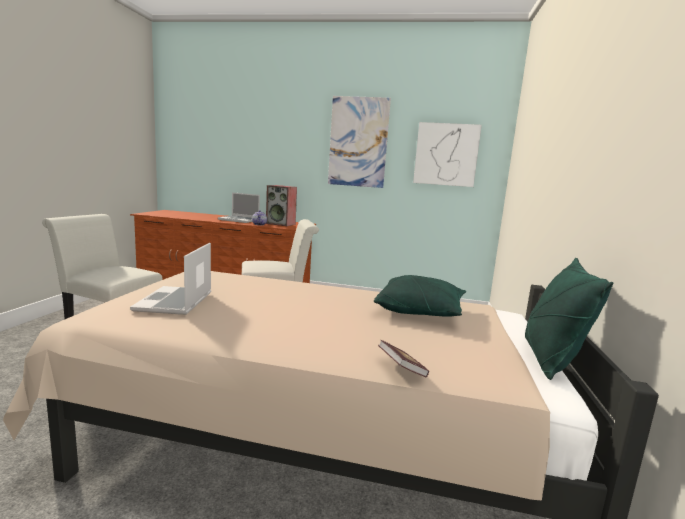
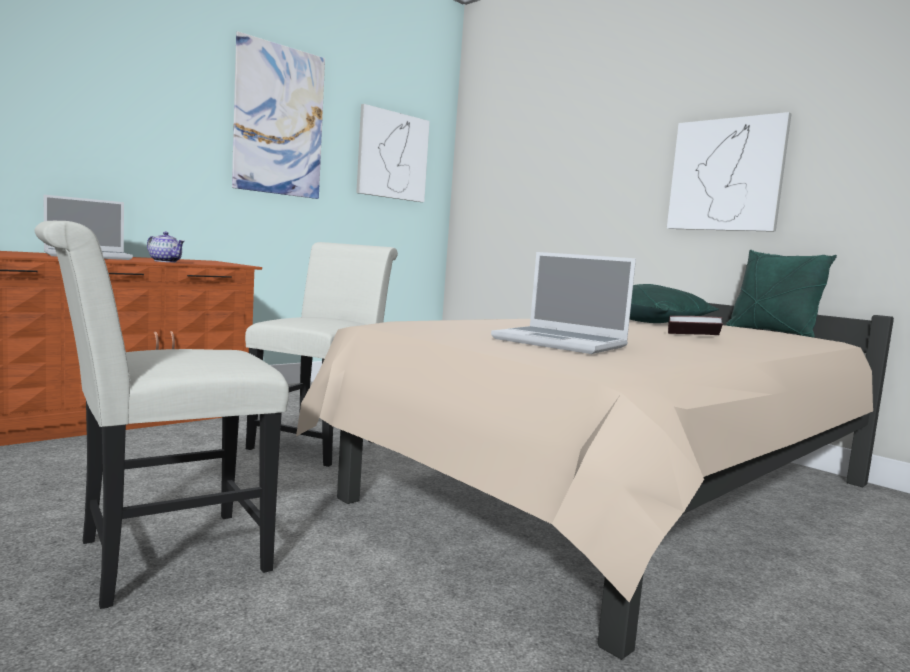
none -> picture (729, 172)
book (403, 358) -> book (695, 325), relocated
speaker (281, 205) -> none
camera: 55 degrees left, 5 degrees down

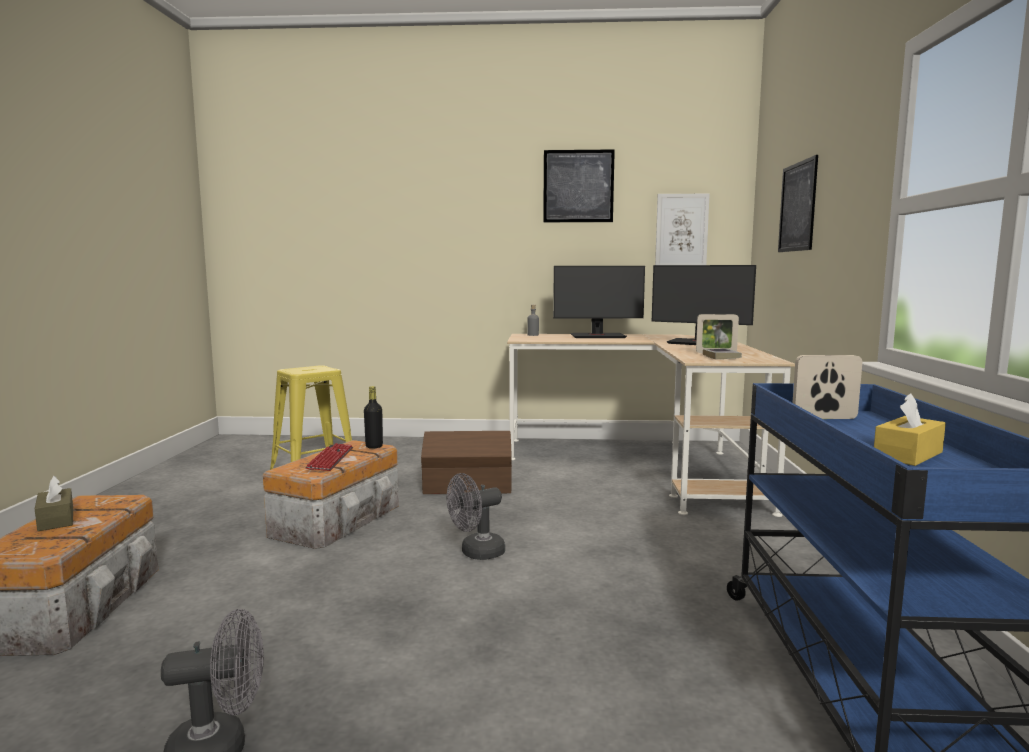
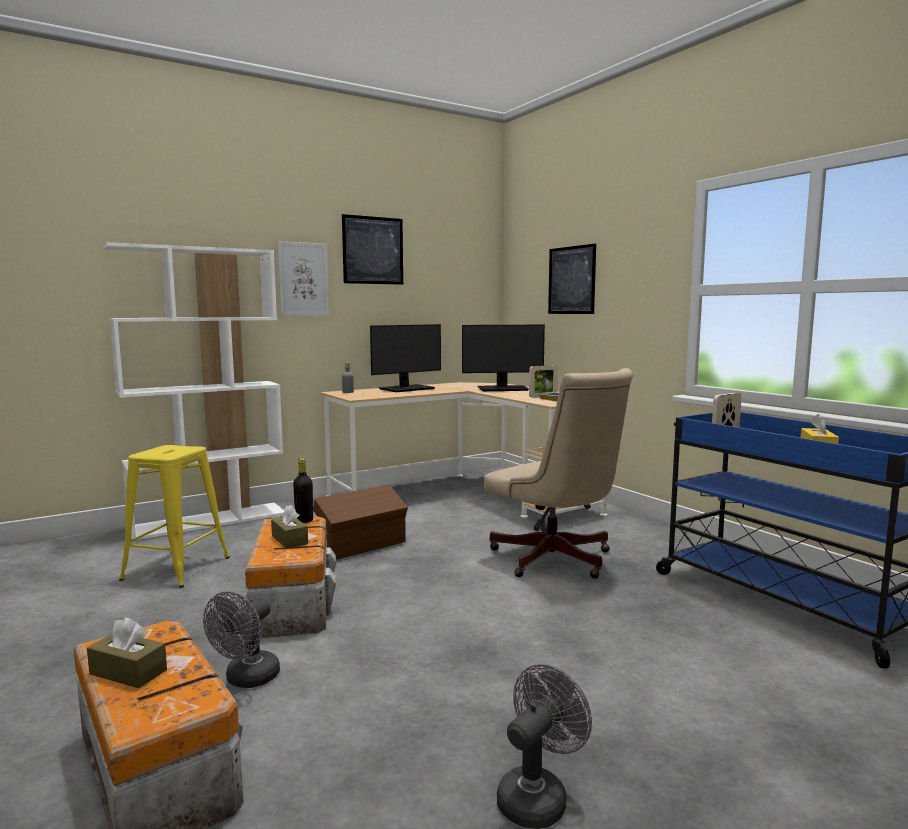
none -> bookcase (white) (193, 391)
fan (grey) (476, 516) -> fan (grey) (241, 639), relocated
keyboard (329, 457) -> tissue box (brown) (289, 527)
picture (682, 229) -> picture (303, 278), relocated
none -> office chair (beige) (558, 473)
camera: 35 degrees left, 0 degrees up

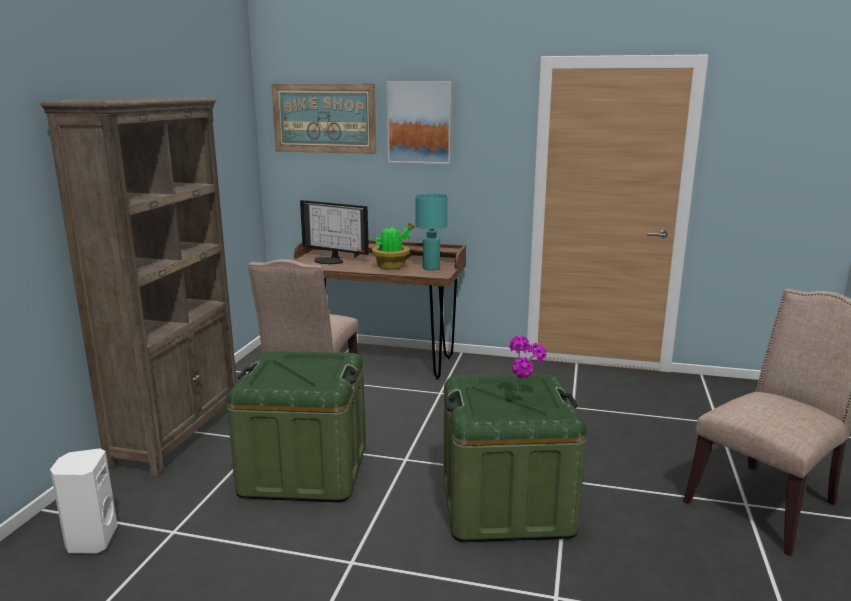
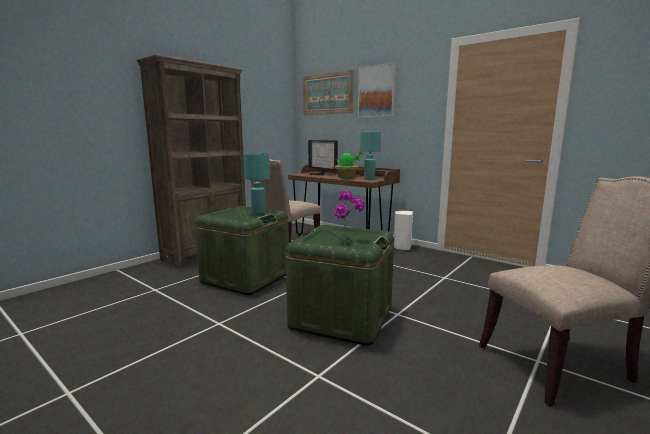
none -> table lamp (turquoise) (256, 183)
speaker (white) (84, 501) -> speaker (white) (403, 230), relocated
camera: 25 degrees right, 5 degrees down

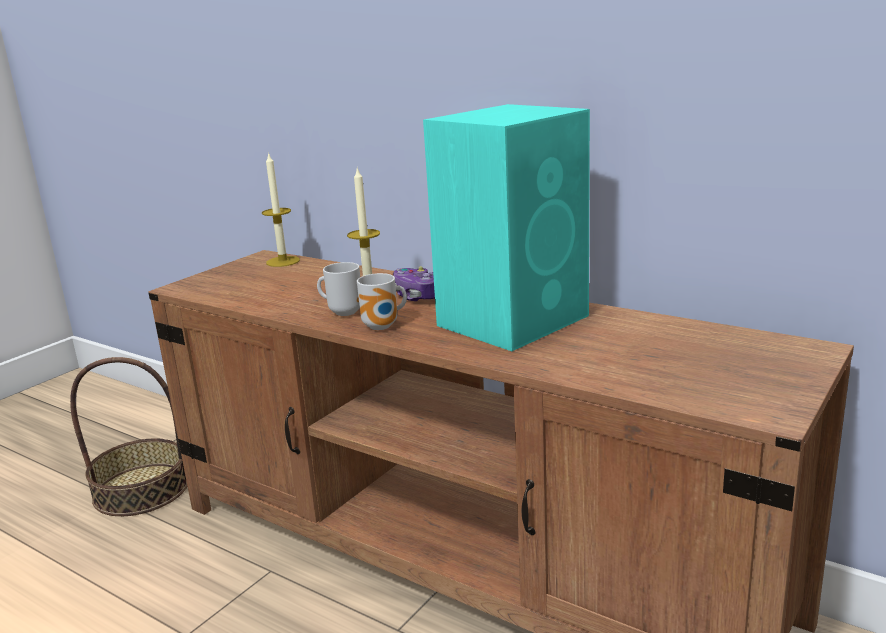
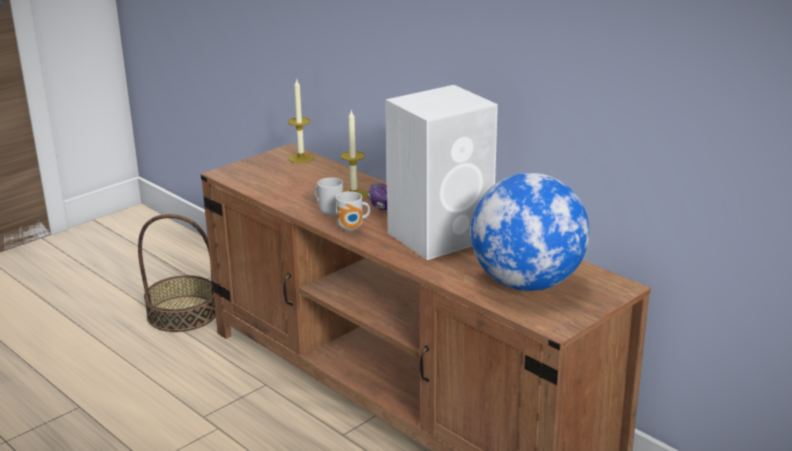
speaker (turquoise) (506, 227) -> speaker (white) (441, 172)
none -> globe (530, 232)
camera: 10 degrees right, 5 degrees up

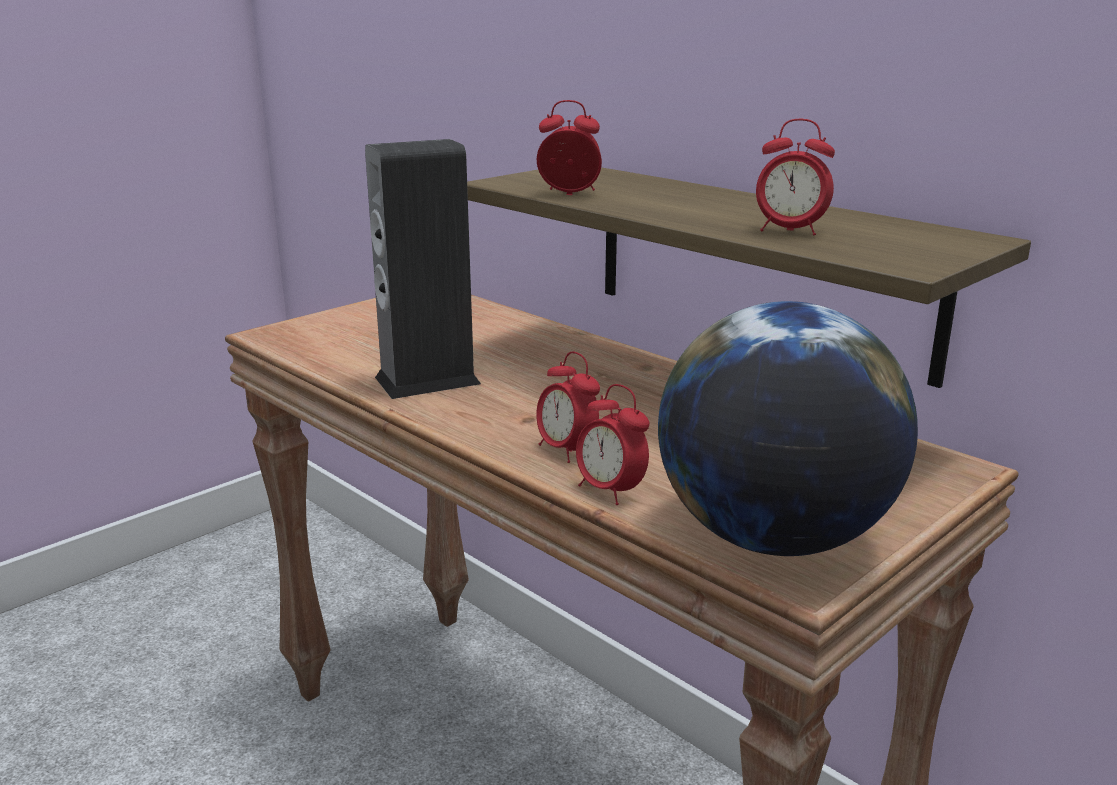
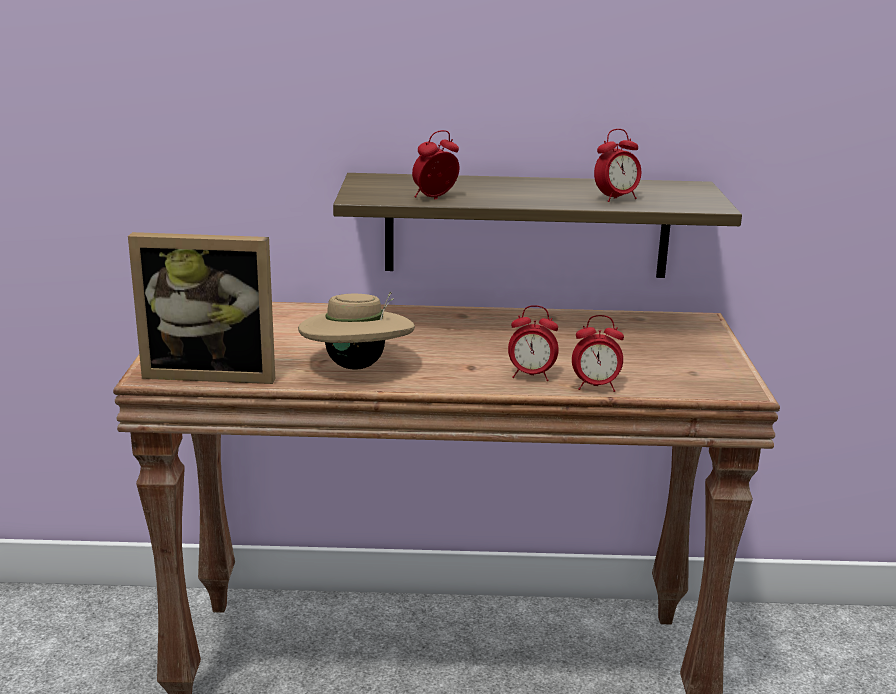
none -> picture frame (201, 308)
speaker (423, 269) -> hat (beige) (356, 331)
globe (788, 428) -> none
camera: 45 degrees left, 0 degrees up

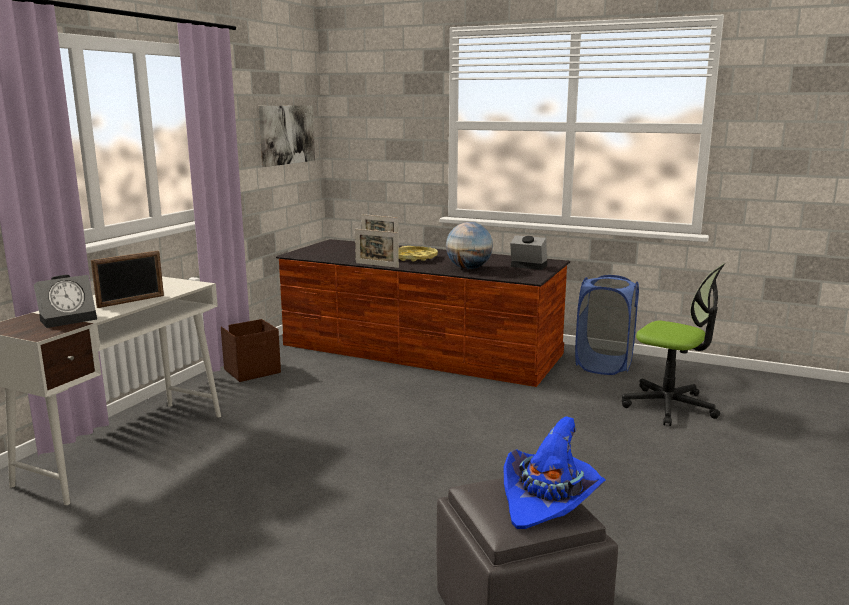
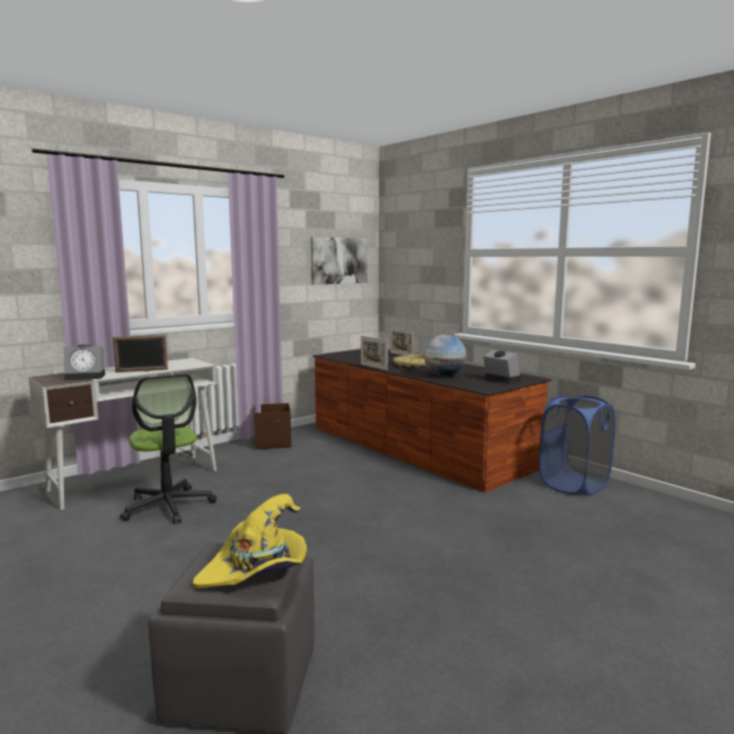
office chair (673, 344) -> office chair (168, 448), relocated
hat (blue) (554, 472) -> hat (yellow) (250, 541)
camera: 25 degrees right, 5 degrees down

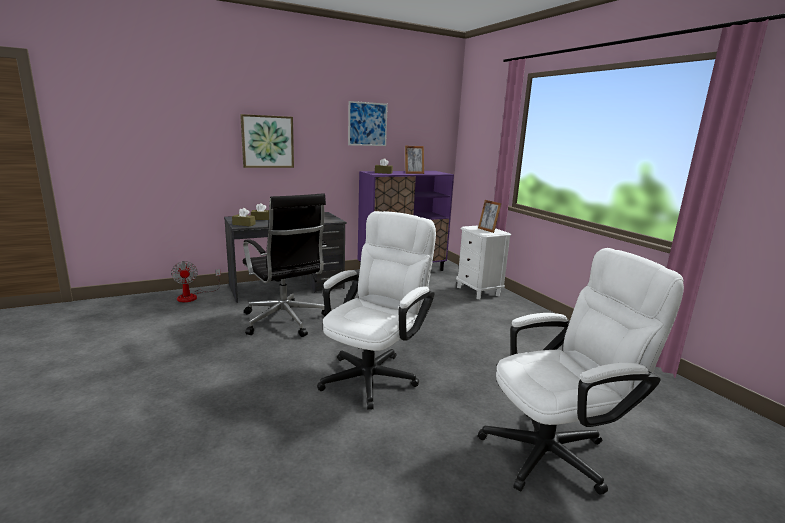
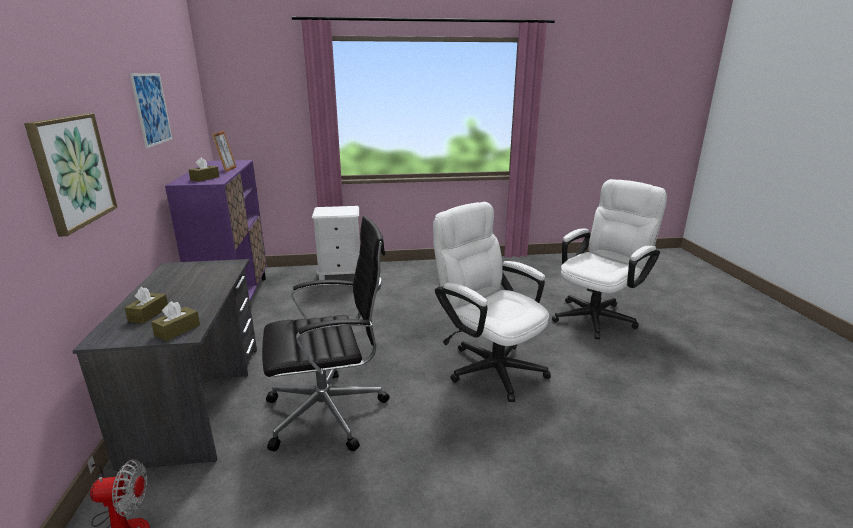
office chair (white) (581, 371) -> office chair (white) (609, 259), 45 degrees clockwise
picture frame (490, 216) -> none
camera: 70 degrees left, 5 degrees up

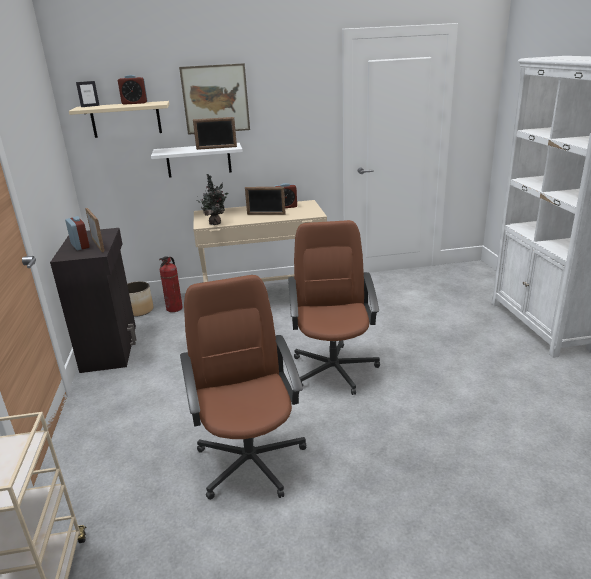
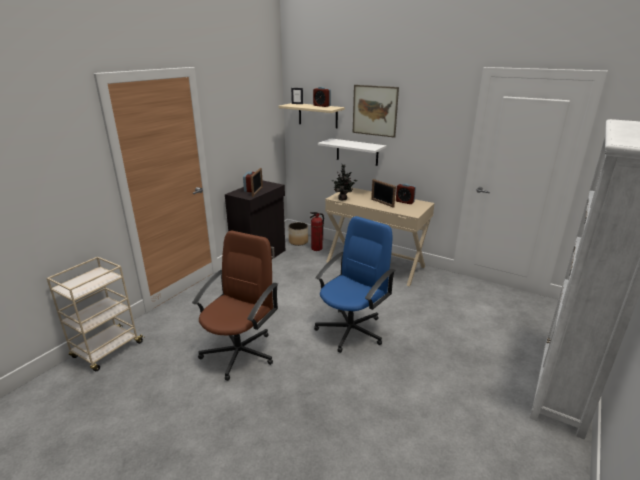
office chair (brown) (334, 307) -> office chair (blue) (354, 284)
picture frame (215, 133) -> none
camera: 40 degrees right, 0 degrees up

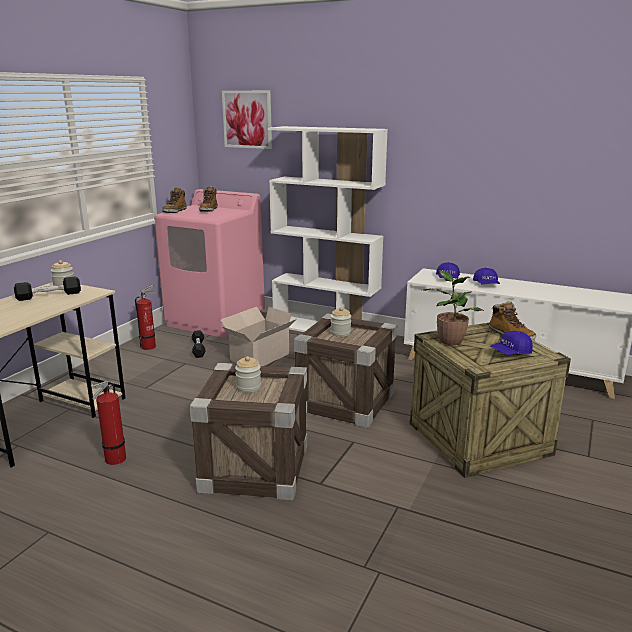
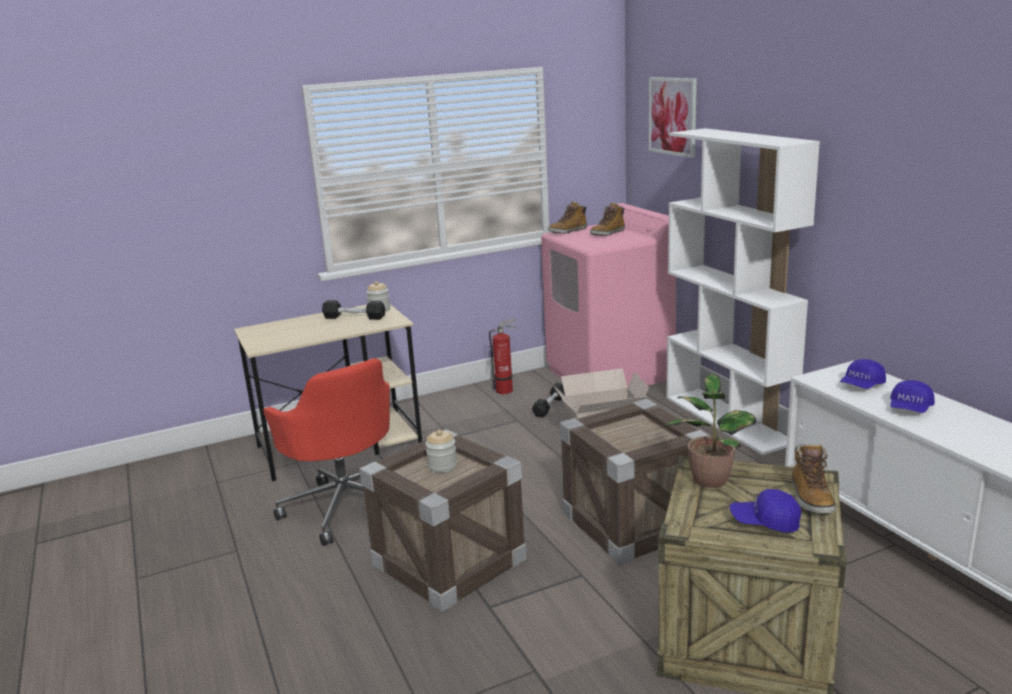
fire extinguisher (109, 423) -> office chair (red) (326, 452)
jar (341, 322) -> none
camera: 40 degrees right, 0 degrees up

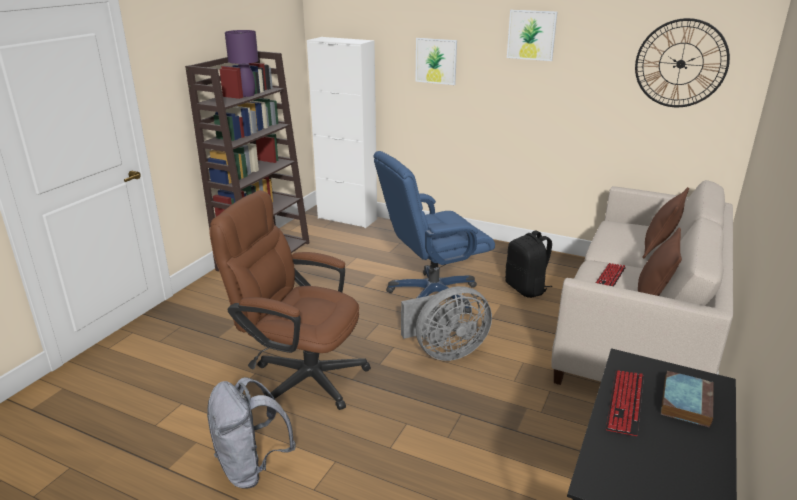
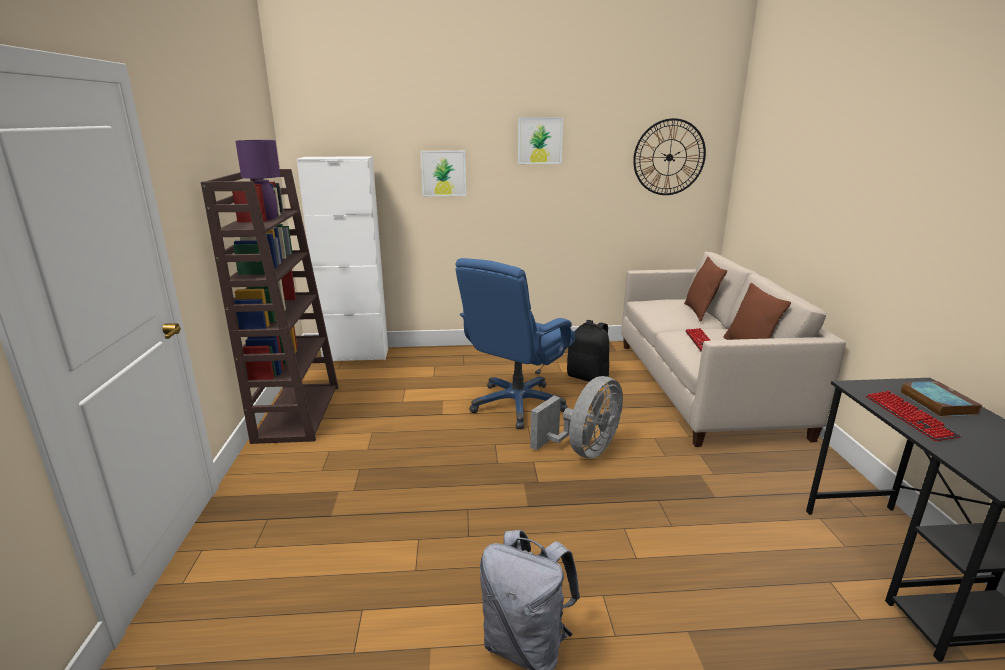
office chair (brown) (290, 300) -> none
camera: 30 degrees left, 5 degrees down

